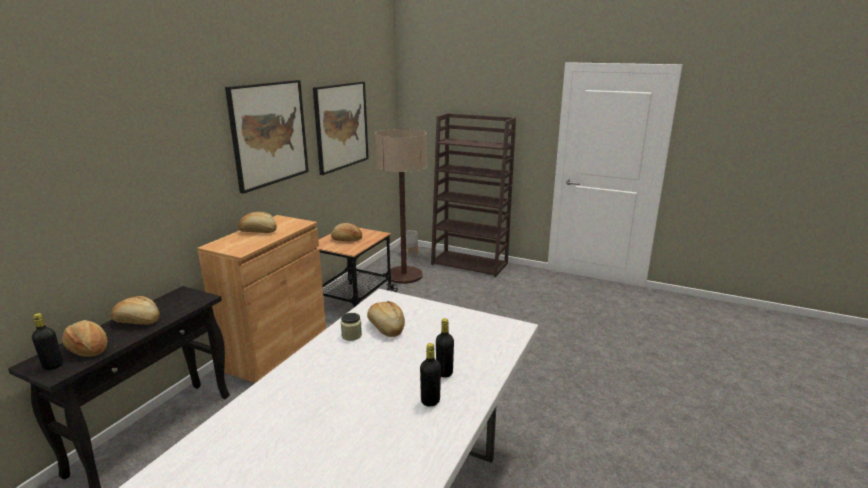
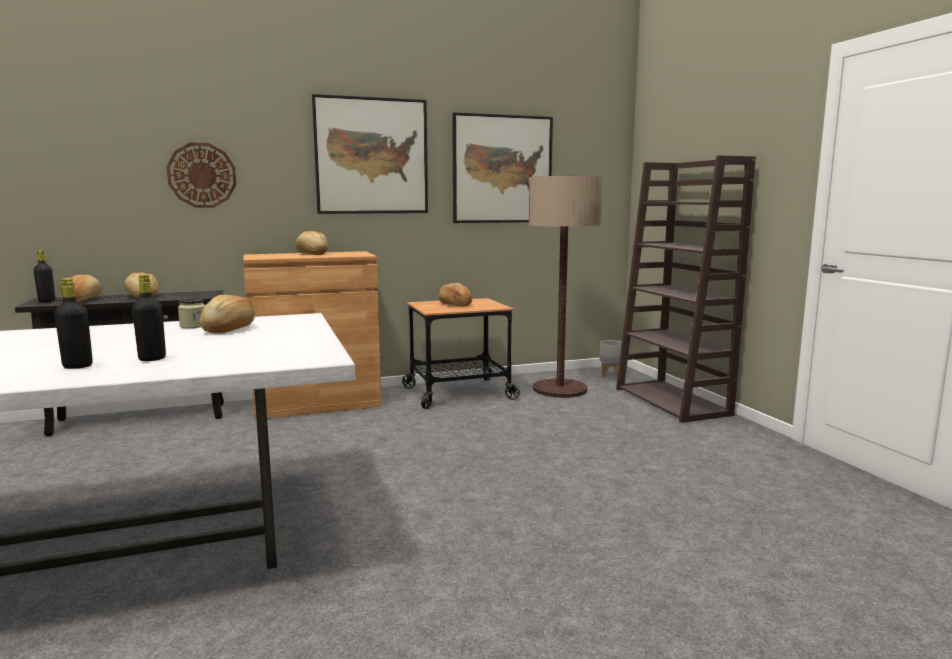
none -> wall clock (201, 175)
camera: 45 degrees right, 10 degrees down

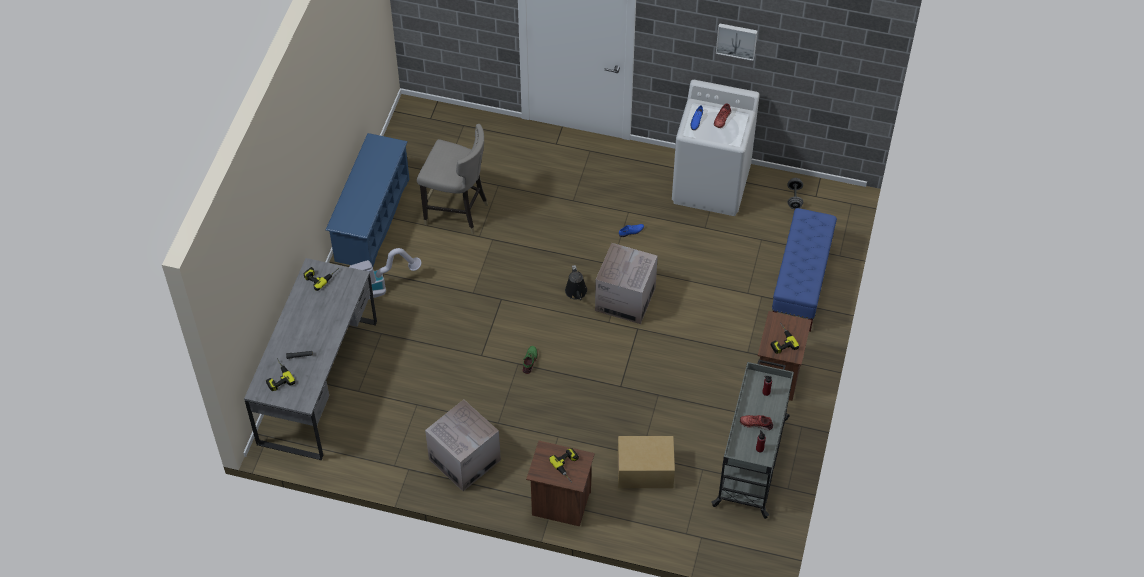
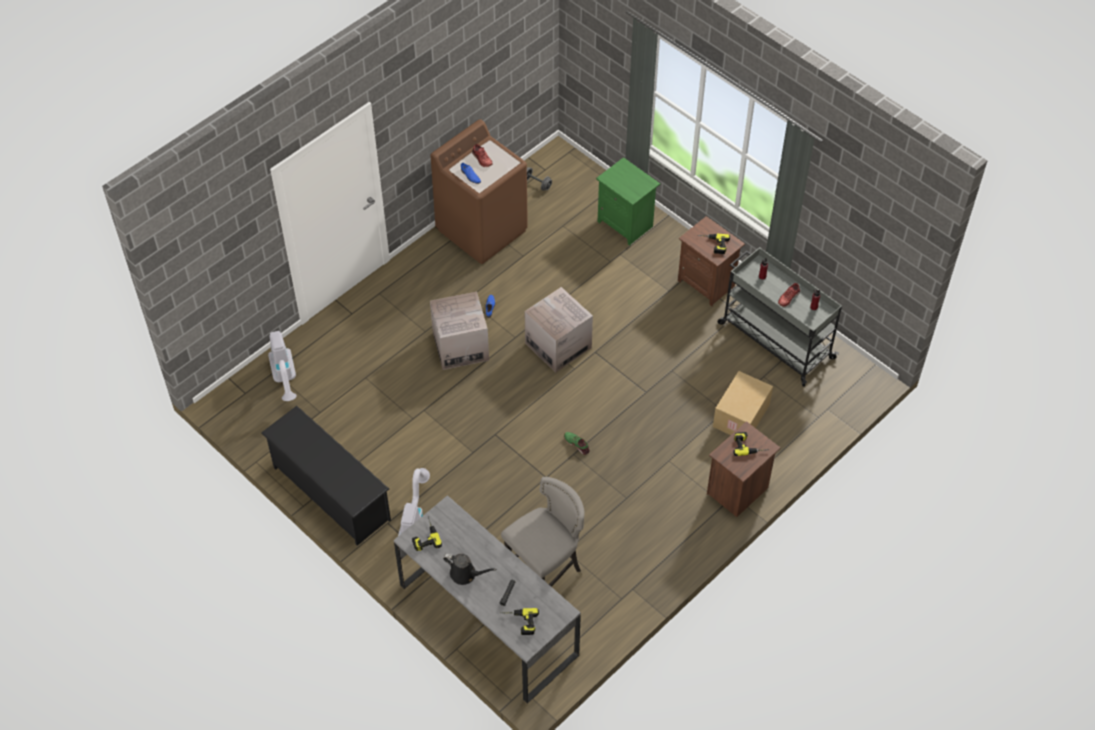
shoe rack (blue) (367, 200) -> shoe rack (black) (326, 476)
none -> vacuum cleaner (282, 366)
cardboard box (463, 445) -> cardboard box (459, 331), relocated
washing machine (white) (716, 148) -> washing machine (brown) (479, 191)
watering can (black) (576, 282) -> watering can (black) (469, 569), relocated
stool (grey) (452, 179) -> stool (grey) (543, 532), relocated
bench (blue) (804, 270) -> nightstand (green) (628, 201)
picture (737, 42) -> none
camera: 60 degrees left, 0 degrees up

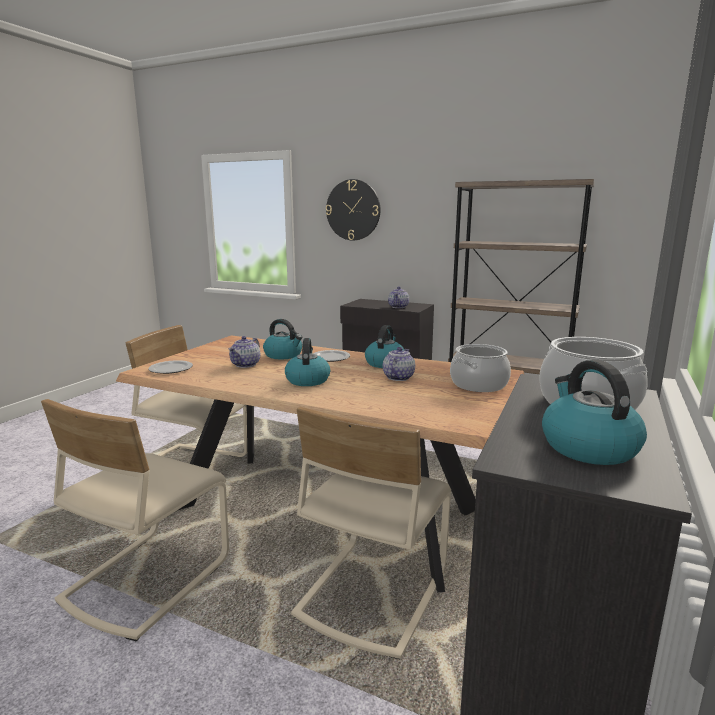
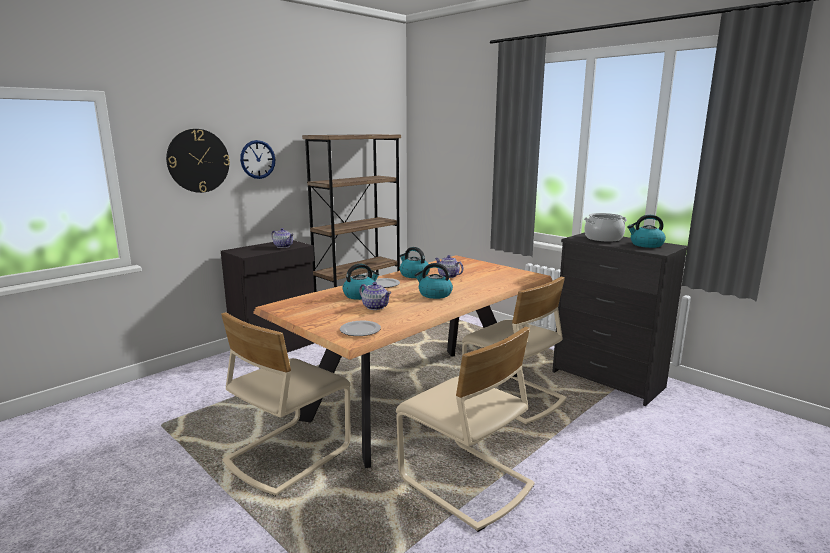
none -> wall clock (257, 159)
cooking pot (480, 368) -> none
camera: 70 degrees left, 0 degrees up

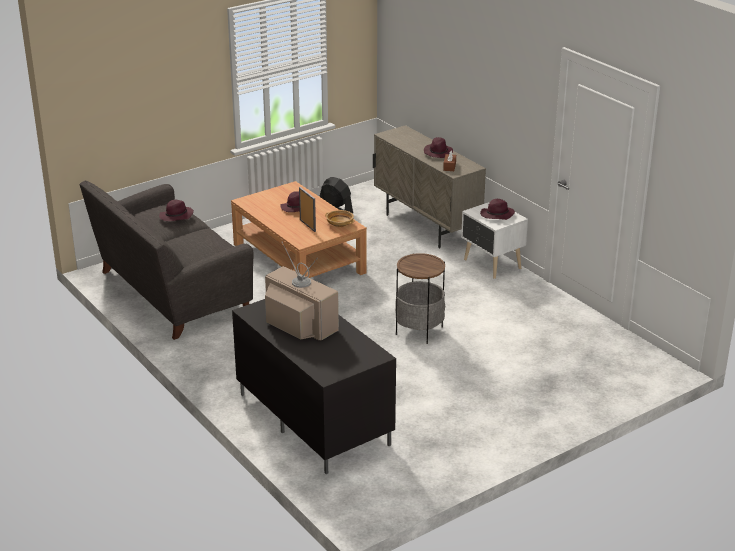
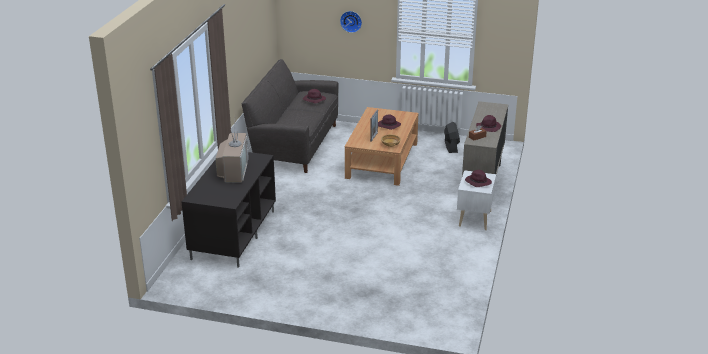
none -> wall clock (351, 22)
side table (420, 298) -> none
camera: 50 degrees right, 0 degrees up

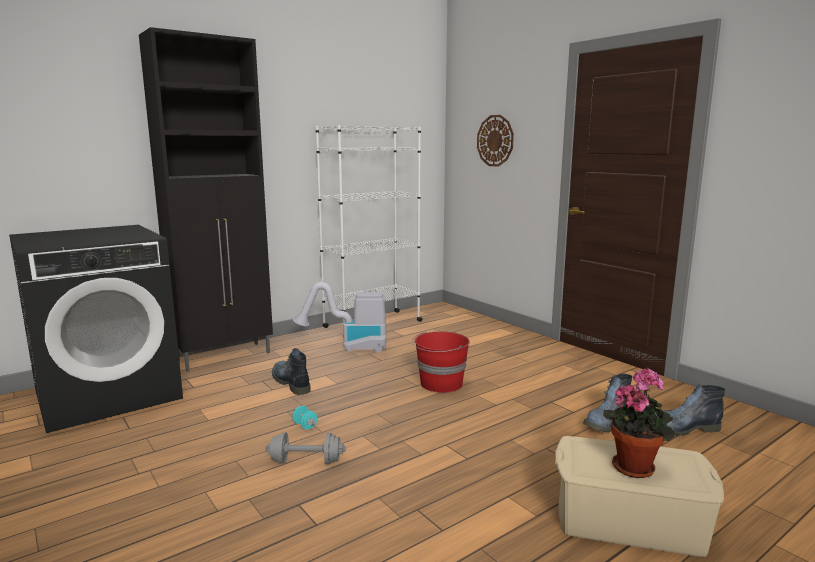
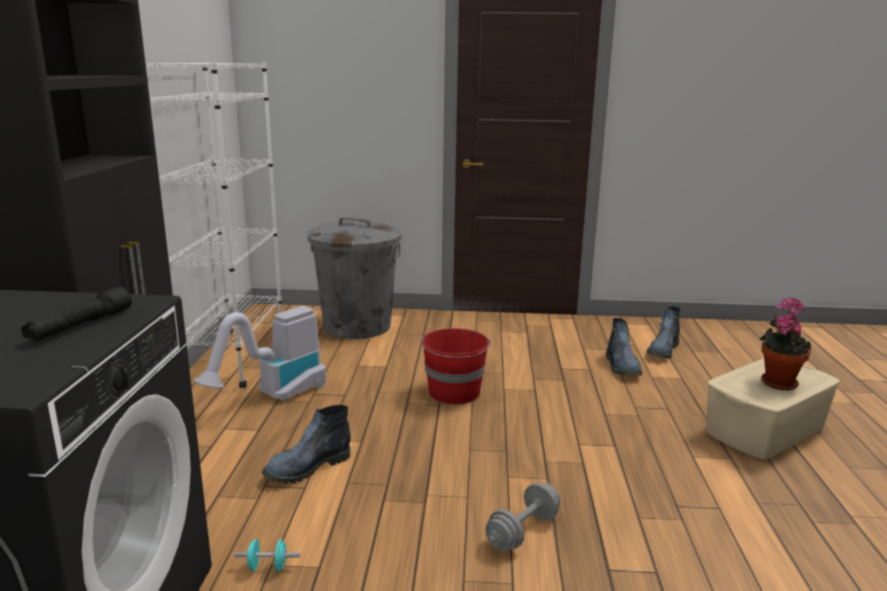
none -> flashlight (black) (76, 314)
dumbbell (turquoise) (304, 418) -> dumbbell (turquoise) (267, 555), relocated
boot (291, 371) -> boot (306, 444), 45 degrees counterclockwise
none -> trash can (grey) (354, 278)
wall clock (495, 141) -> none
camera: 50 degrees left, 5 degrees up

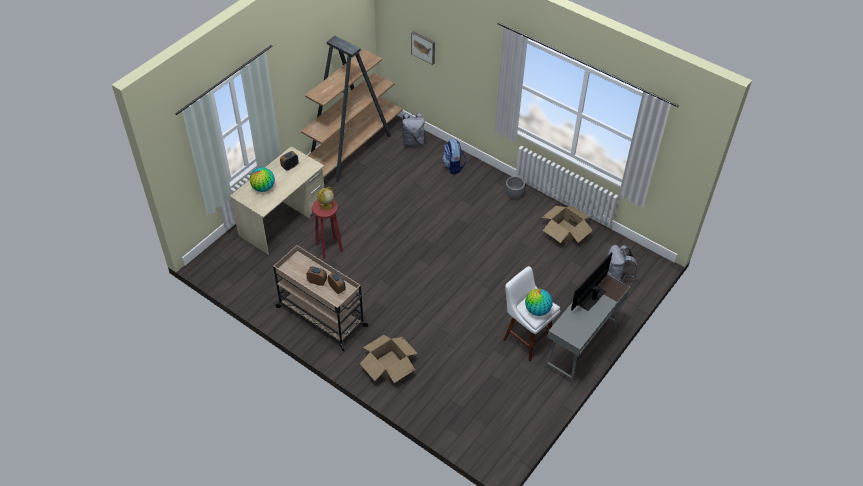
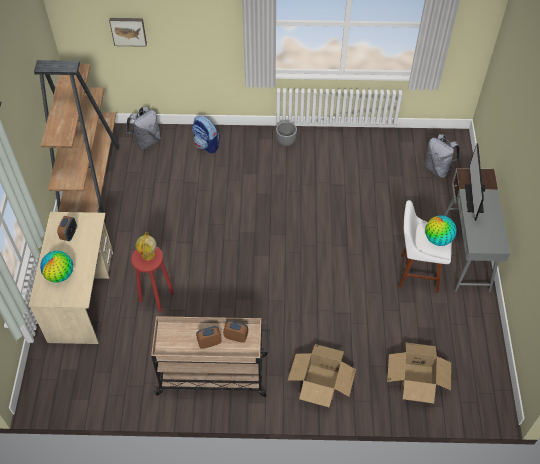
cardboard box (567, 225) -> cardboard box (419, 373), relocated
camera: 35 degrees left, 5 degrees up

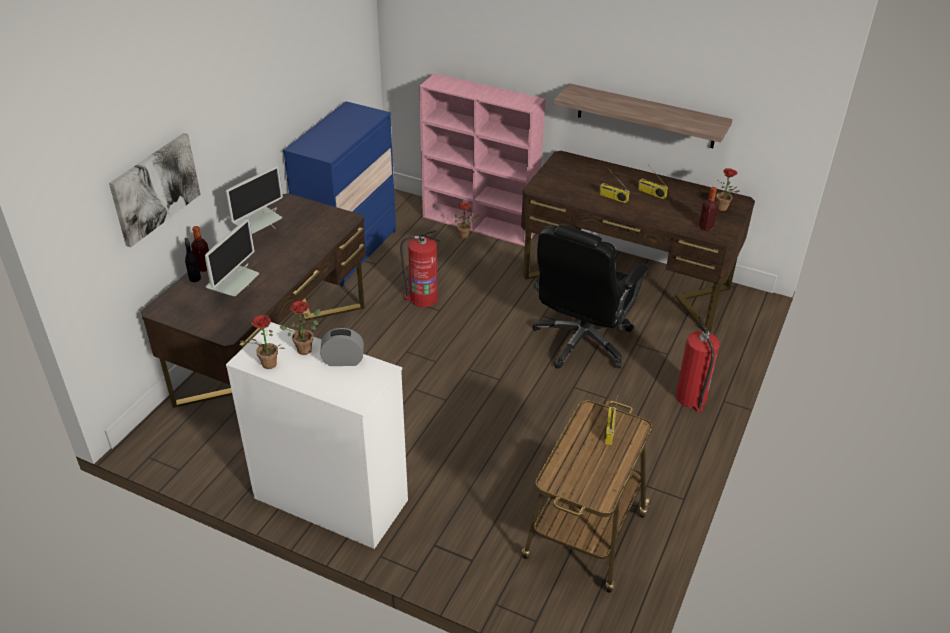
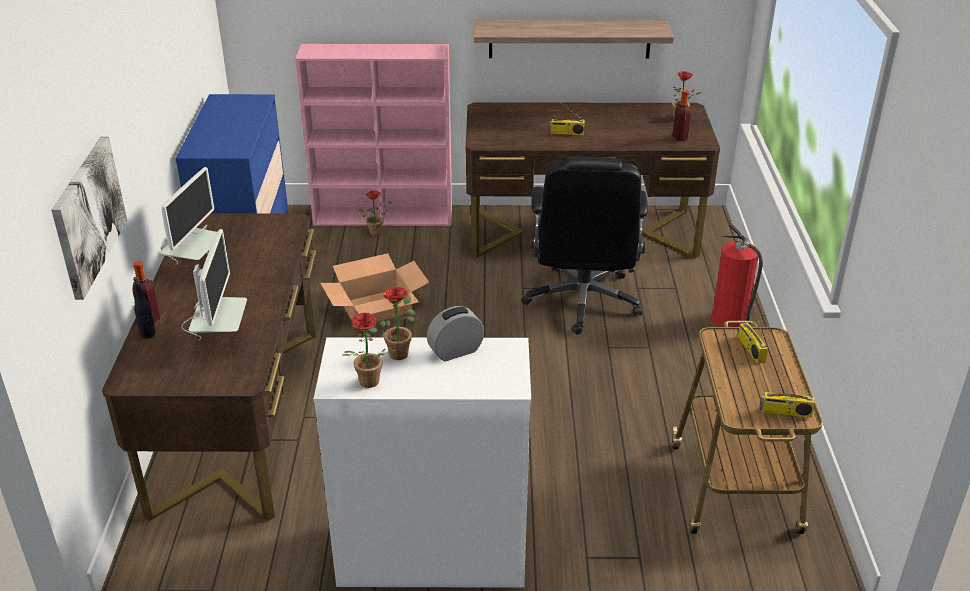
fire extinguisher (420, 268) -> cardboard box (375, 290)
radio (653, 182) -> radio (787, 394), relocated
camera: 25 degrees left, 5 degrees down

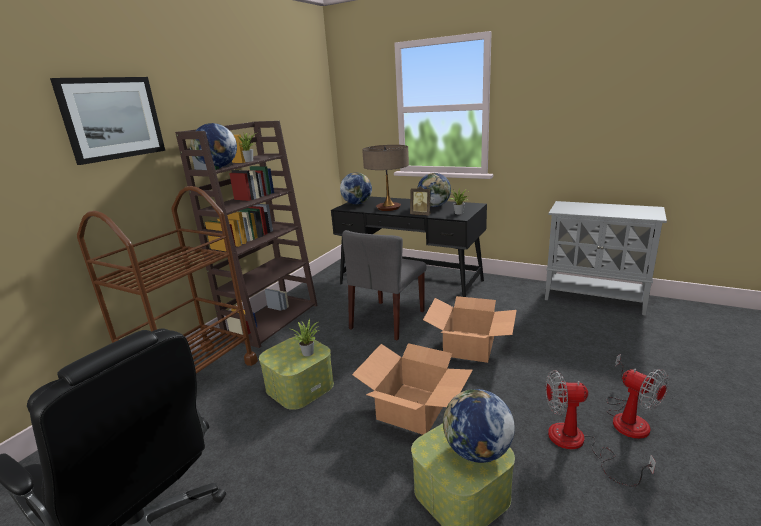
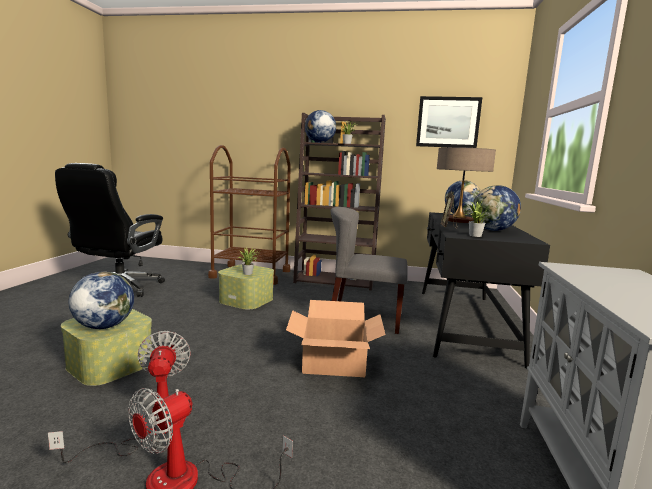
picture (107, 121) -> picture (449, 122), relocated
cardboard box (412, 389) -> none
camera: 70 degrees right, 10 degrees down

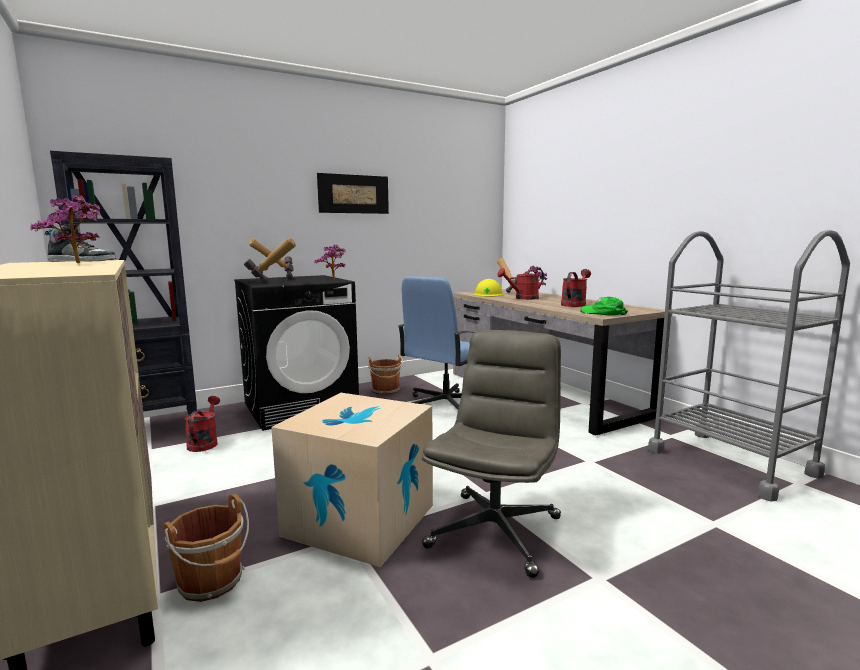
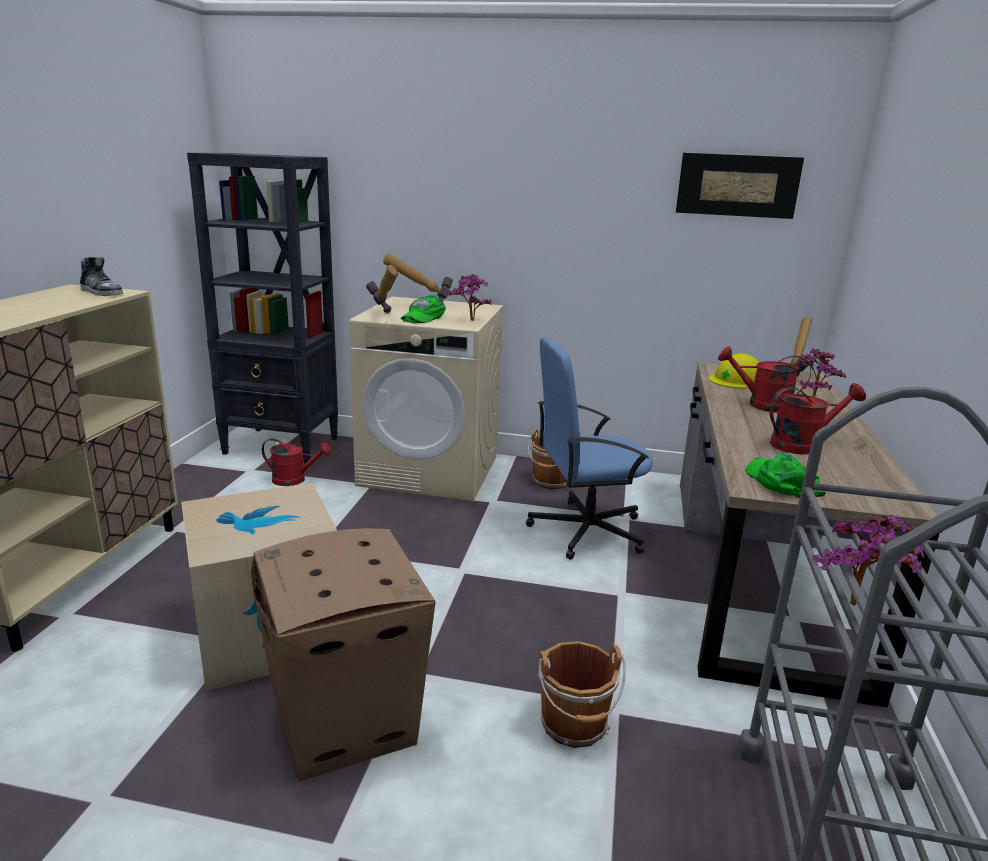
office chair (grey) (491, 454) -> cardboard box (343, 655)
watering can (red) (202, 424) -> watering can (red) (297, 462), 60 degrees clockwise
washing machine (black) (296, 353) -> washing machine (beige) (426, 399)
none -> cap (green) (423, 309)
bucket (brown) (206, 548) -> bucket (brown) (581, 694), relocated
picture (353, 193) -> picture (740, 186), relocated
potted plant (65, 229) -> potted plant (868, 559), relocated
camera: 40 degrees right, 10 degrees up

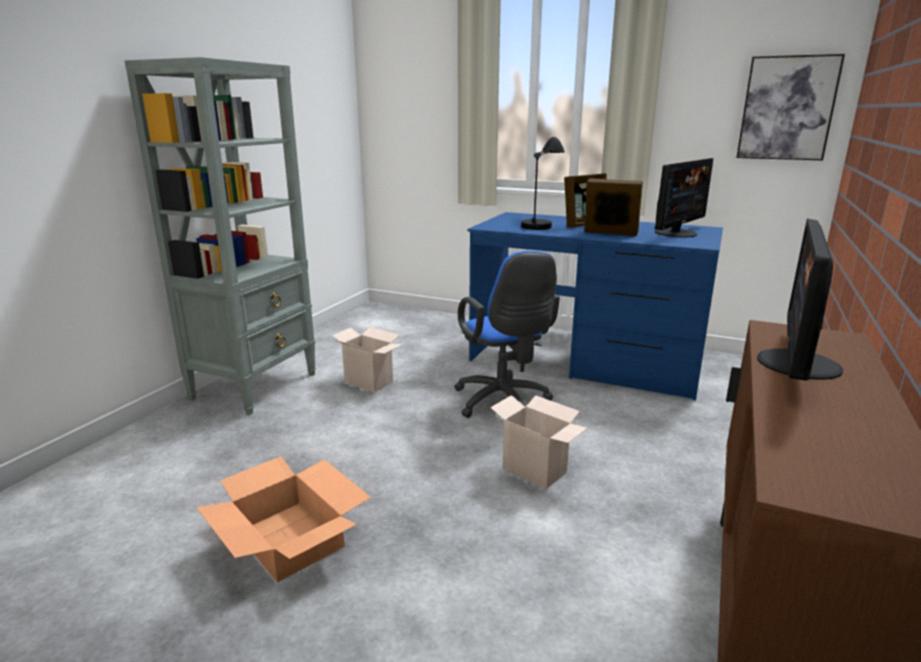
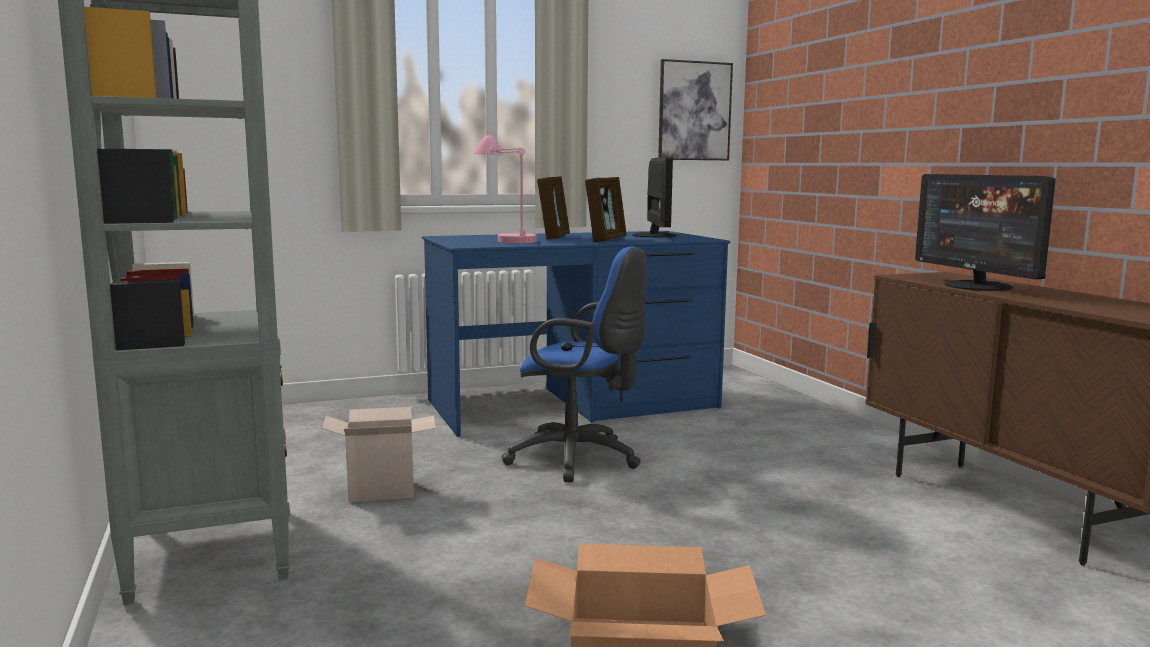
table lamp (black) (543, 183) -> table lamp (pink) (505, 189)
picture frame (614, 207) -> picture frame (606, 209), 135 degrees clockwise
cardboard box (539, 442) -> none
camera: 45 degrees left, 10 degrees down

